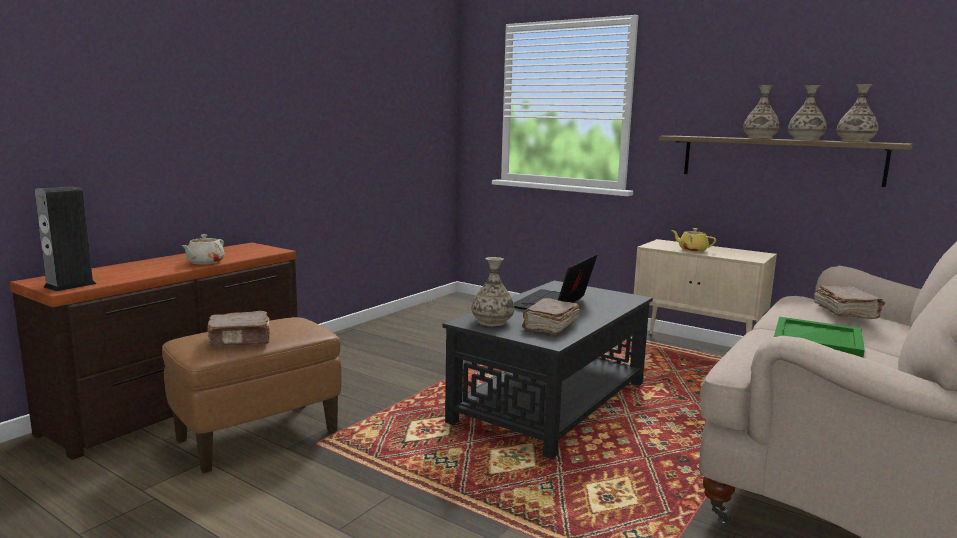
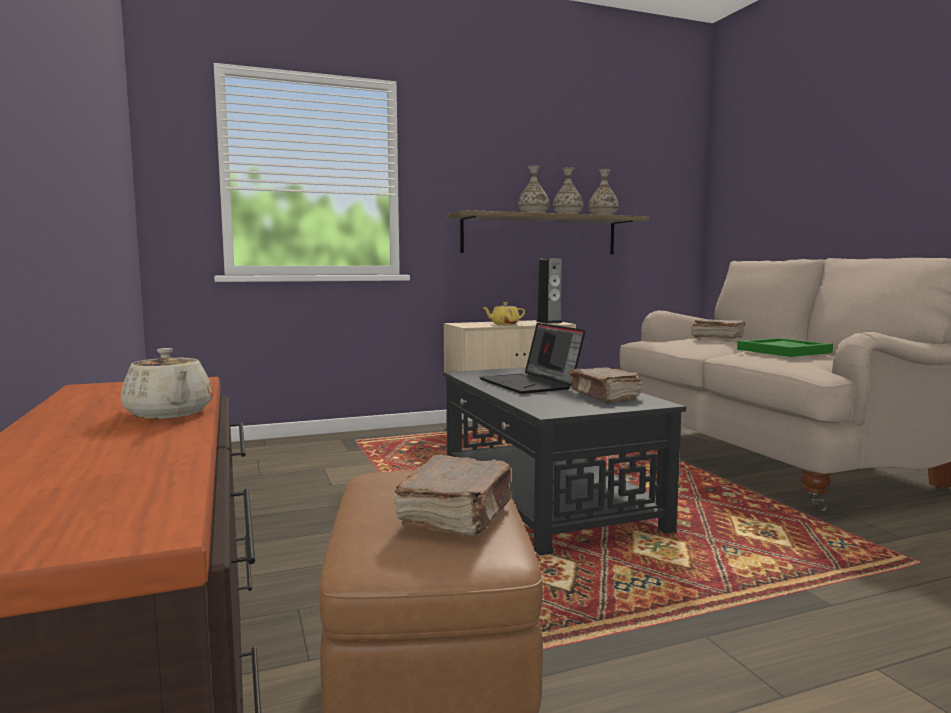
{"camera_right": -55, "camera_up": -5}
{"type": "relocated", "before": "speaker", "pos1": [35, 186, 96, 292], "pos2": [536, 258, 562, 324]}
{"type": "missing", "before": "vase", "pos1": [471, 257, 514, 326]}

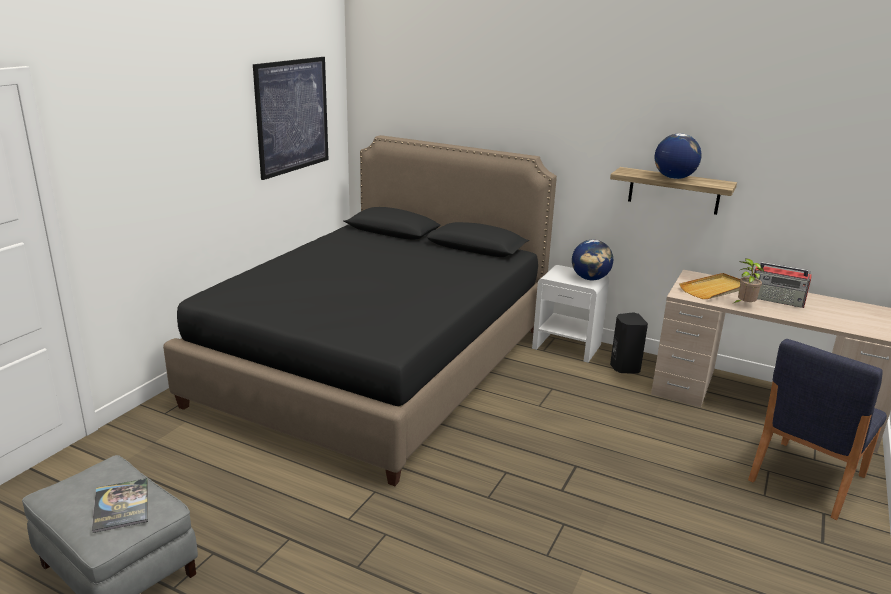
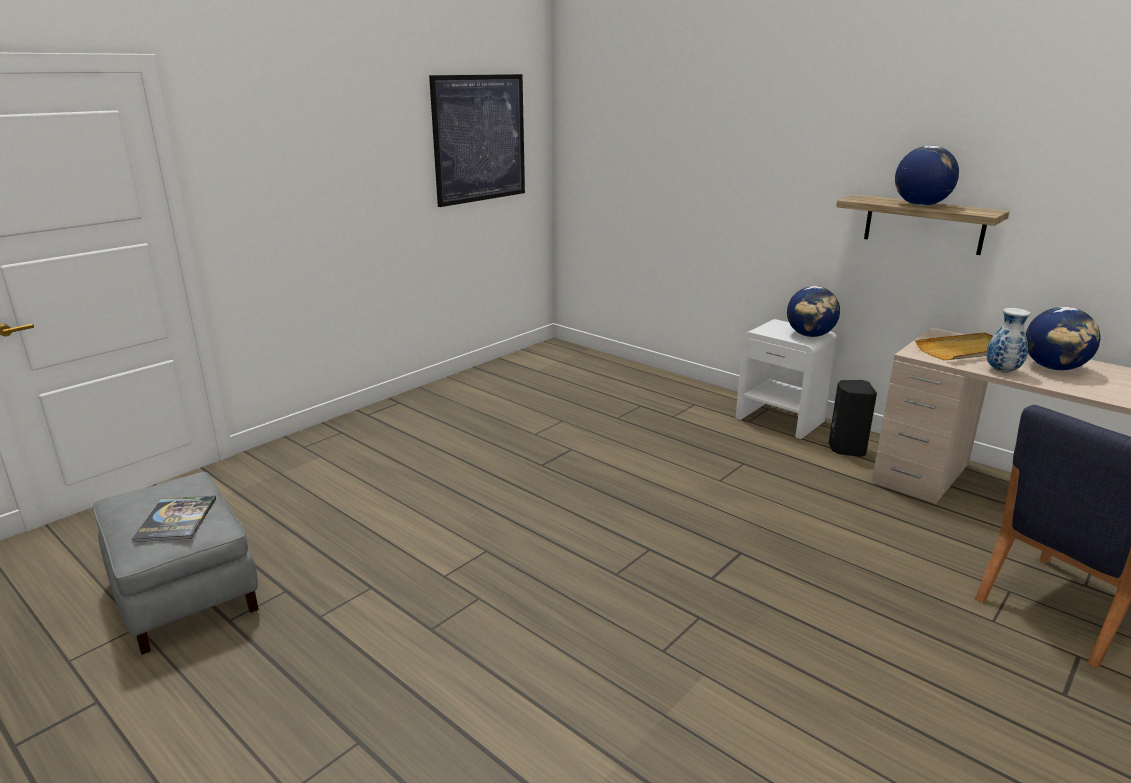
{"camera_right": 15, "camera_up": 0}
{"type": "missing", "before": "bed in black", "pos1": [163, 135, 557, 486]}
{"type": "exchanged", "before": "potted plant", "after": "vase", "pos1": [734, 259, 764, 303], "pos2": [986, 308, 1030, 373]}
{"type": "exchanged", "before": "radio", "after": "globe", "pos1": [753, 262, 812, 308], "pos2": [1026, 307, 1101, 371]}

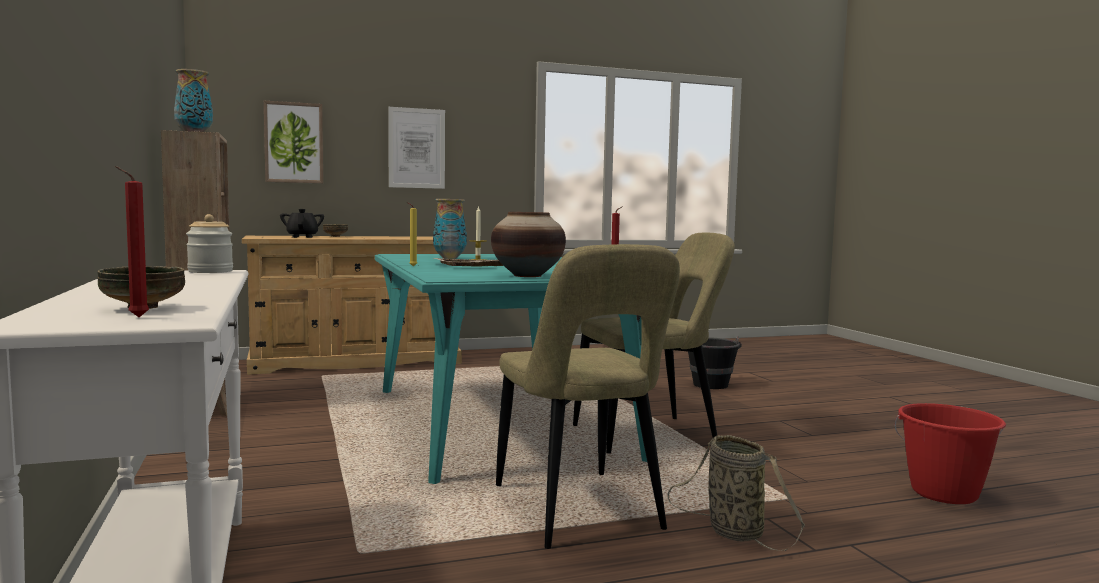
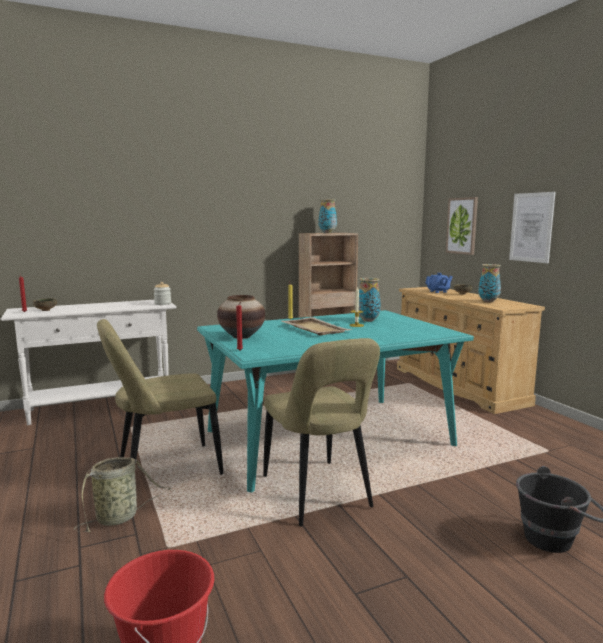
{"camera_right": 85, "camera_up": 5}
{"type": "colour", "before": "teapot in black", "after": "teapot in blue", "pos1": [280, 209, 324, 238], "pos2": [425, 273, 453, 293]}
{"type": "appeared", "after": "vase", "pos2": [478, 264, 501, 302]}

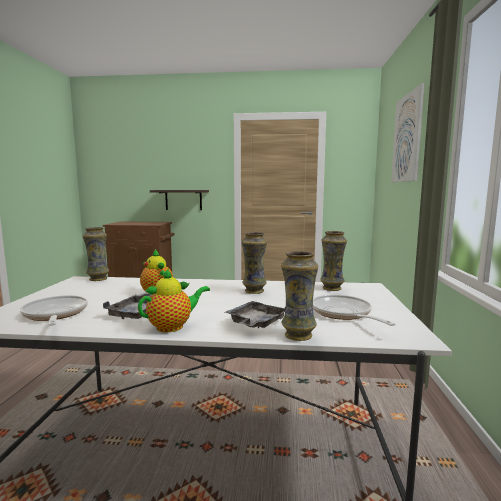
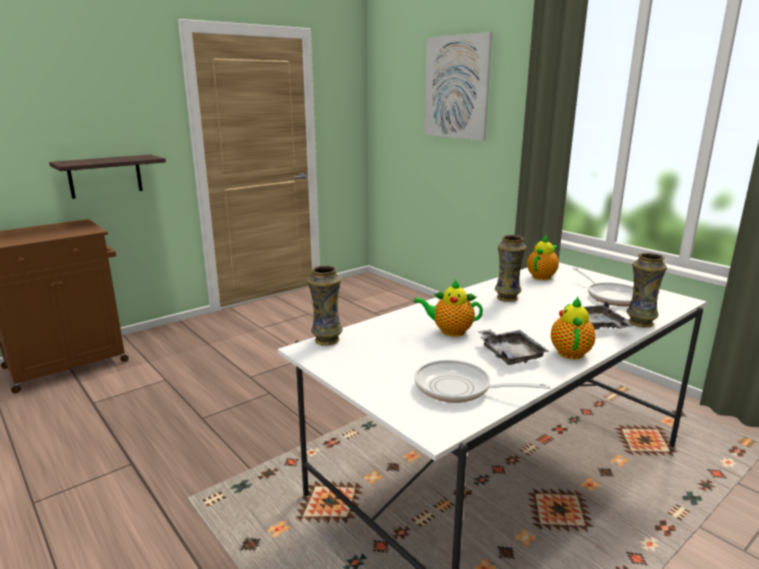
{"camera_right": -45, "camera_up": 10}
{"type": "spun", "before": "frying pan", "pos1": [313, 295, 396, 326], "pos2": [572, 267, 633, 306], "turn": -135}
{"type": "exchanged", "before": "vase", "after": "teapot", "pos1": [320, 231, 347, 291], "pos2": [527, 236, 559, 280]}

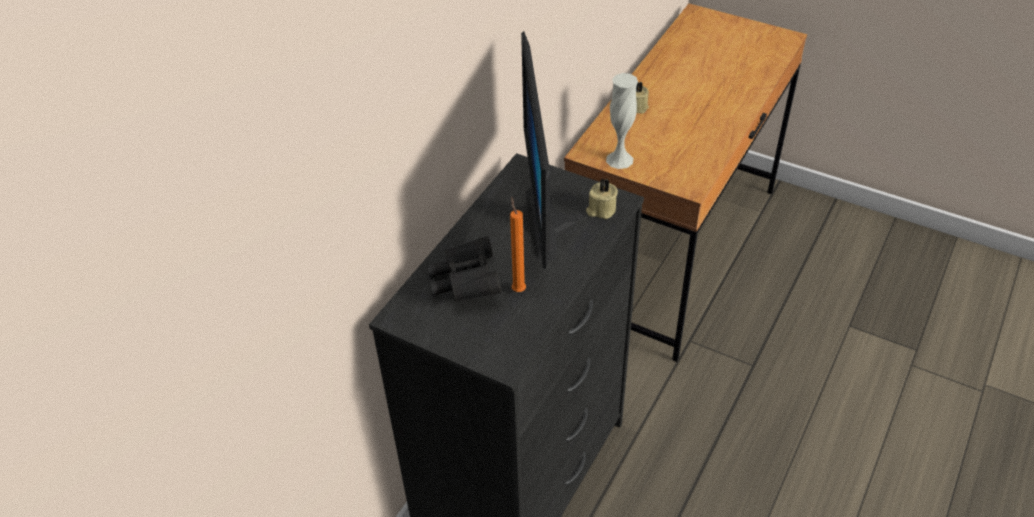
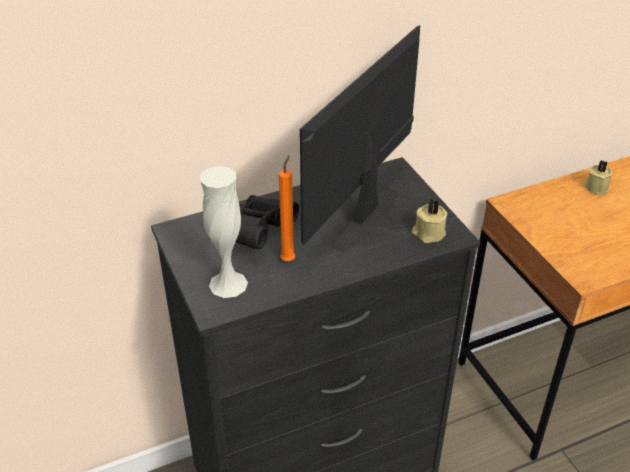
{"camera_right": 35, "camera_up": -5}
{"type": "relocated", "before": "vase in white", "pos1": [606, 73, 638, 169], "pos2": [200, 166, 248, 298]}

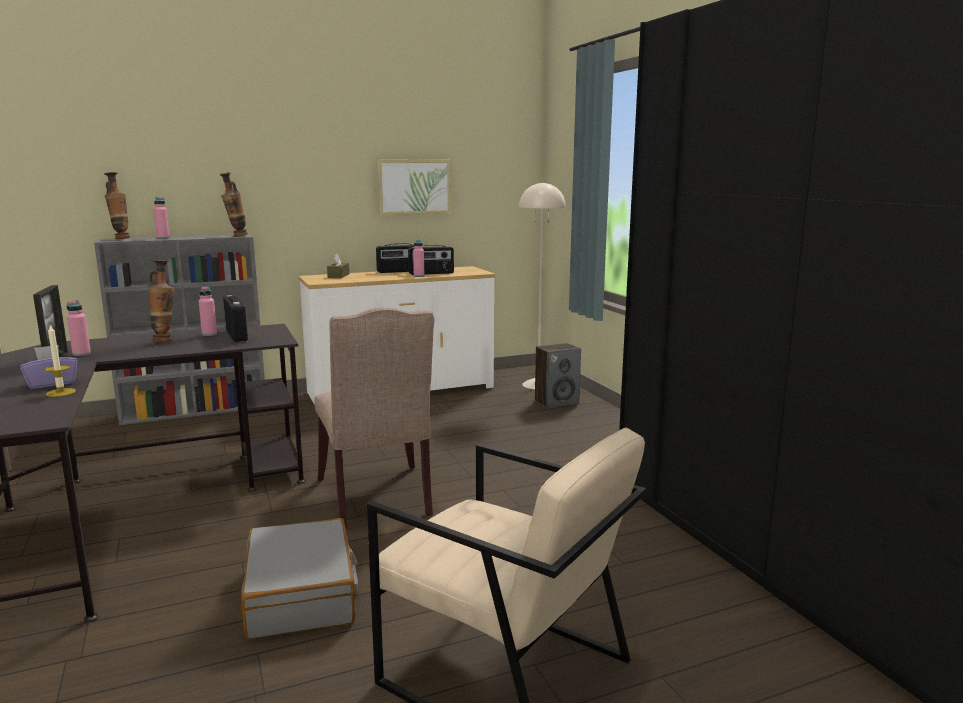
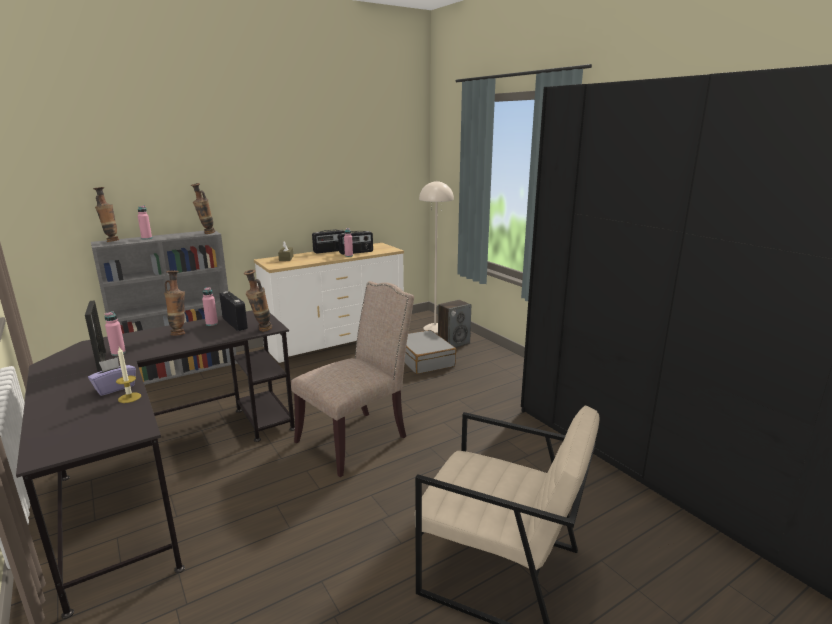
{"camera_right": -10, "camera_up": 5}
{"type": "relocated", "before": "suitcase in grey", "pos1": [241, 518, 358, 639], "pos2": [405, 330, 456, 374]}
{"type": "spun", "before": "chair in beige", "pos1": [315, 307, 435, 529], "pos2": [291, 281, 414, 477], "turn": -105}
{"type": "missing", "before": "picture", "pos1": [377, 159, 451, 215]}
{"type": "appeared", "after": "vase", "pos2": [244, 269, 272, 332]}

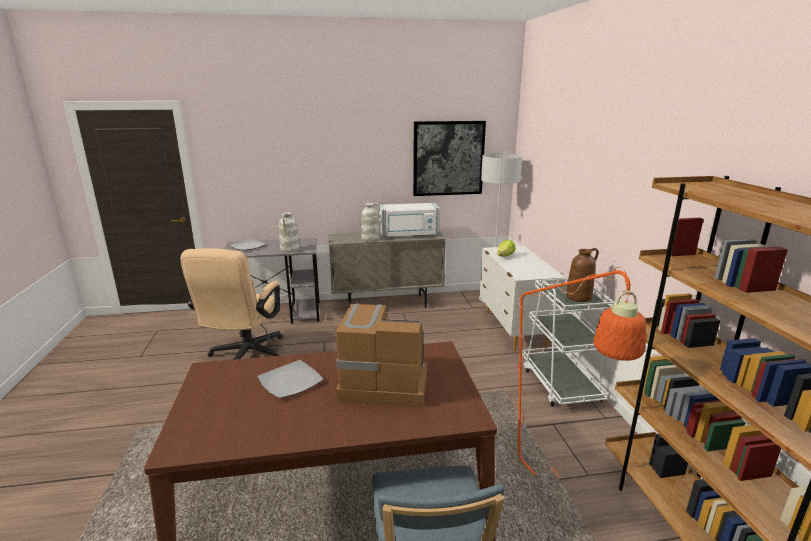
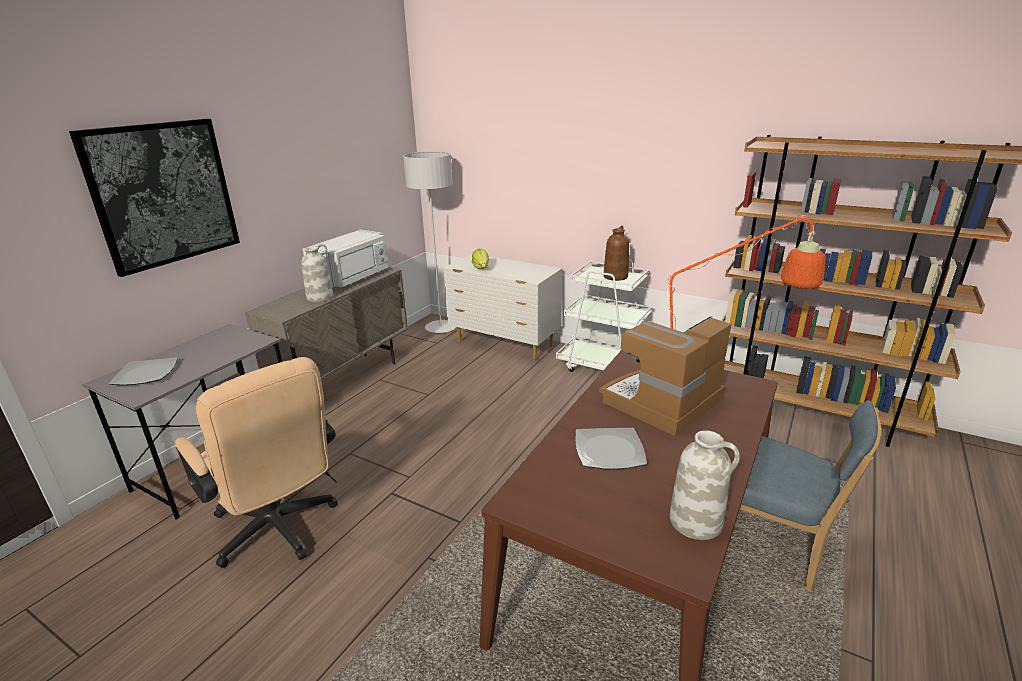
{"camera_right": -50, "camera_up": 5}
{"type": "relocated", "before": "vase in white", "pos1": [279, 212, 300, 253], "pos2": [669, 430, 740, 540]}
{"type": "relocated", "before": "picture", "pos1": [413, 121, 486, 196], "pos2": [69, 119, 240, 277]}

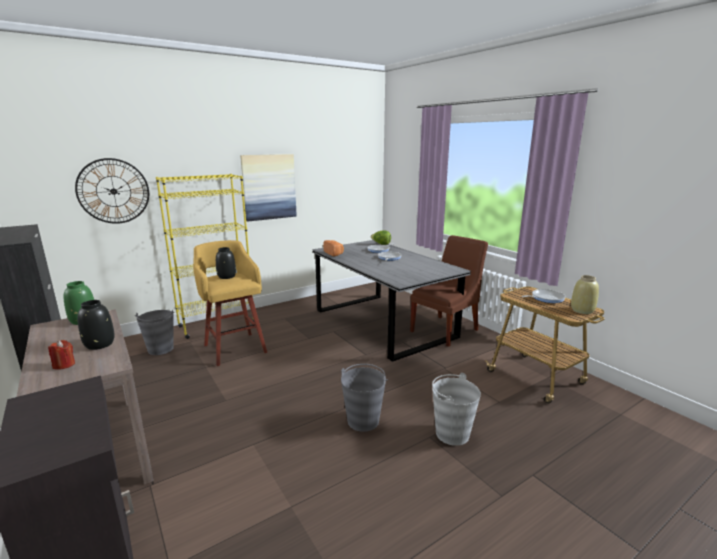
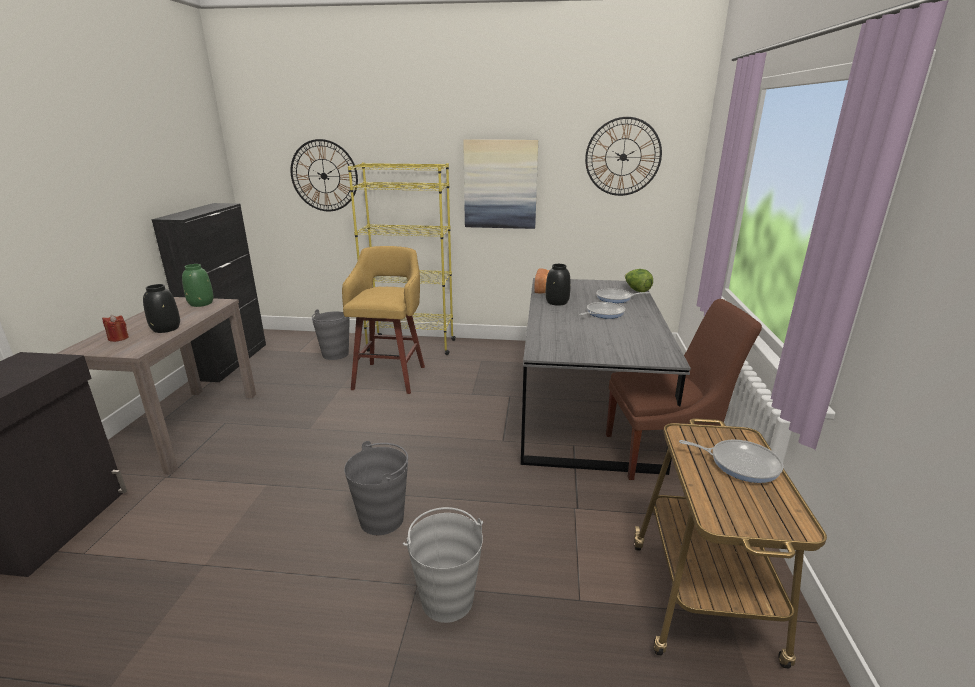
{"camera_right": 40, "camera_up": 5}
{"type": "relocated", "before": "vase in black", "pos1": [216, 247, 236, 279], "pos2": [546, 264, 571, 306]}
{"type": "missing", "before": "vase in beige", "pos1": [571, 275, 599, 314]}
{"type": "appeared", "after": "wall clock", "pos2": [585, 117, 662, 196]}

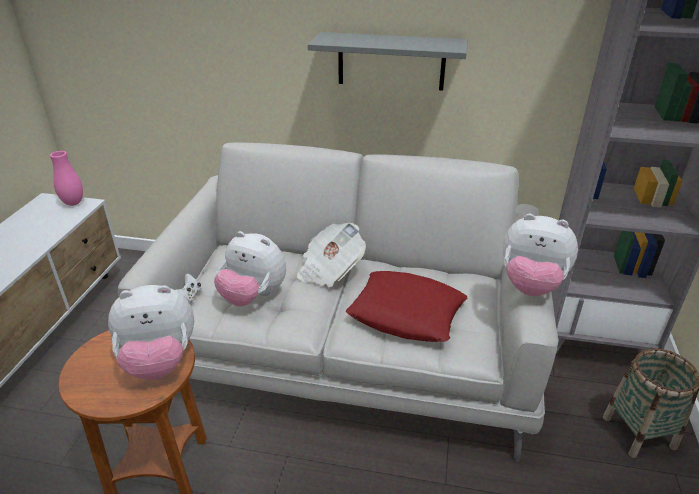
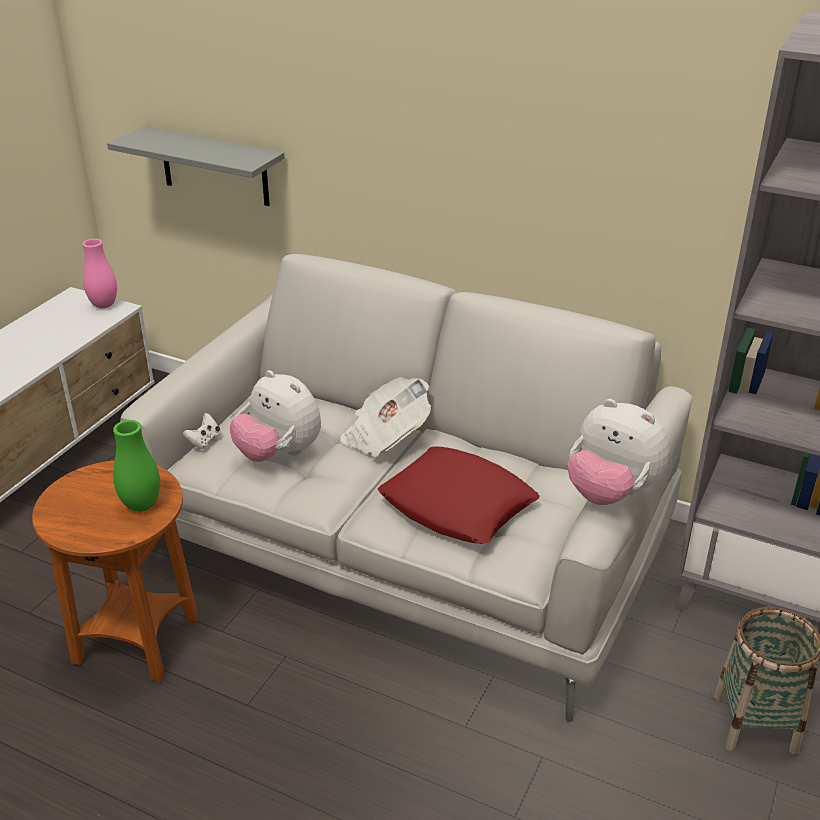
{"camera_right": 15, "camera_up": 0}
{"type": "exchanged", "before": "plush toy", "after": "vase in green", "pos1": [108, 285, 194, 380], "pos2": [113, 420, 160, 512]}
{"type": "relocated", "before": "shelf in grey", "pos1": [308, 32, 468, 91], "pos2": [107, 126, 285, 206]}

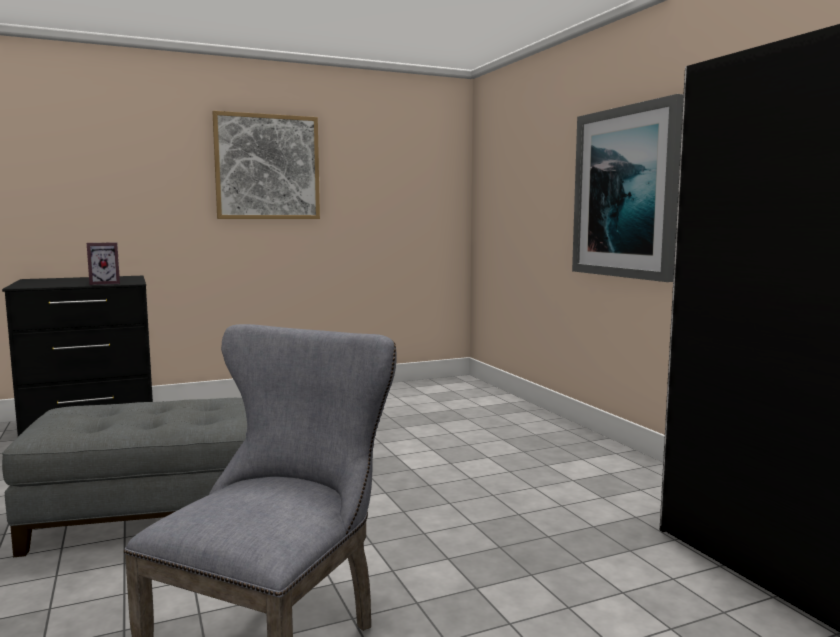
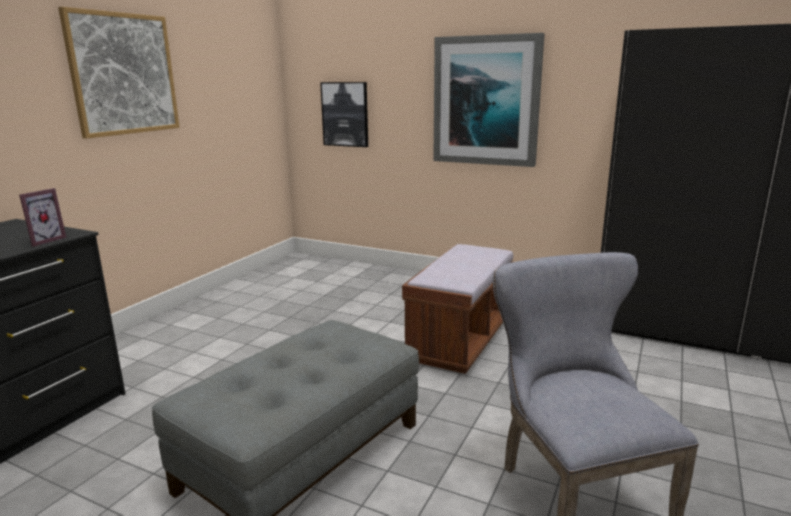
{"camera_right": -40, "camera_up": 10}
{"type": "appeared", "after": "picture", "pos2": [320, 82, 368, 147]}
{"type": "appeared", "after": "bench in brown", "pos2": [402, 244, 513, 374]}

